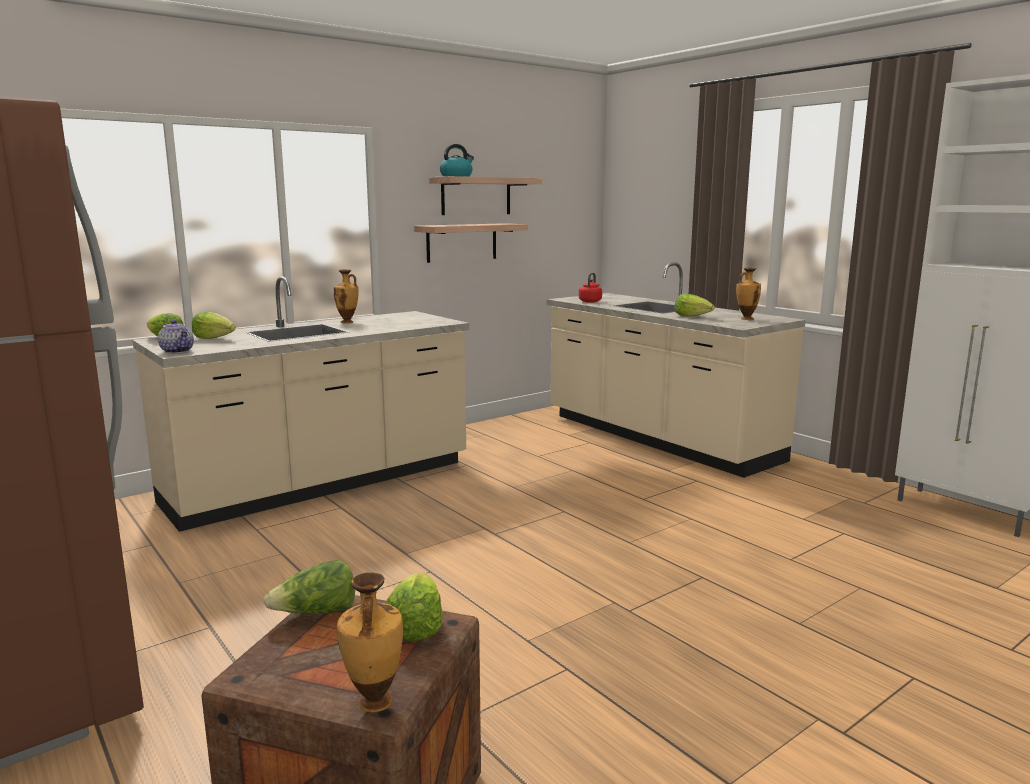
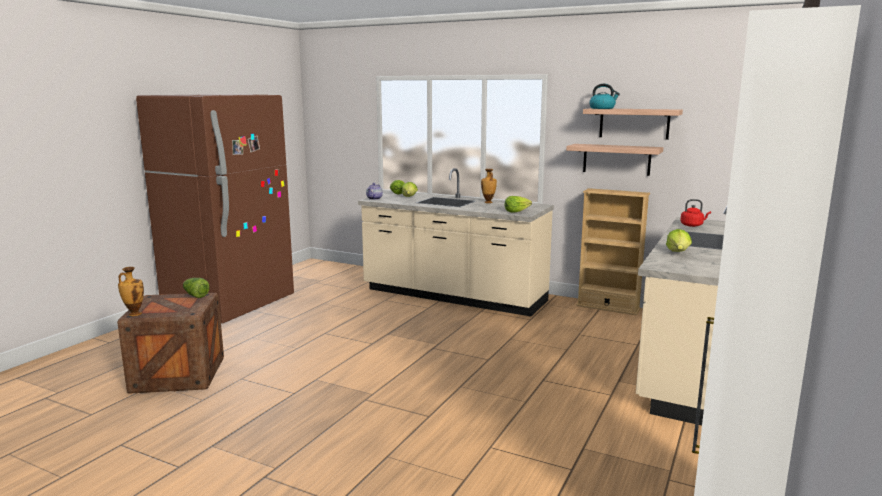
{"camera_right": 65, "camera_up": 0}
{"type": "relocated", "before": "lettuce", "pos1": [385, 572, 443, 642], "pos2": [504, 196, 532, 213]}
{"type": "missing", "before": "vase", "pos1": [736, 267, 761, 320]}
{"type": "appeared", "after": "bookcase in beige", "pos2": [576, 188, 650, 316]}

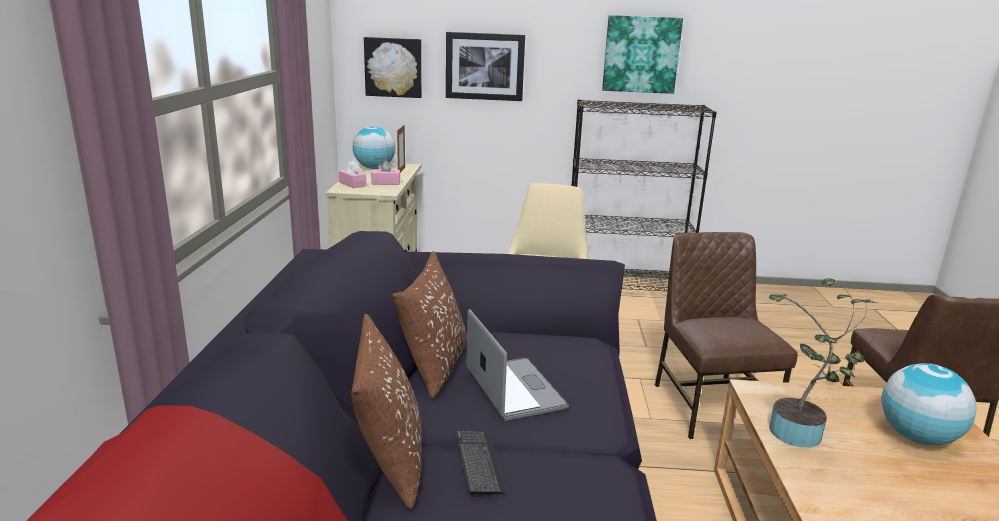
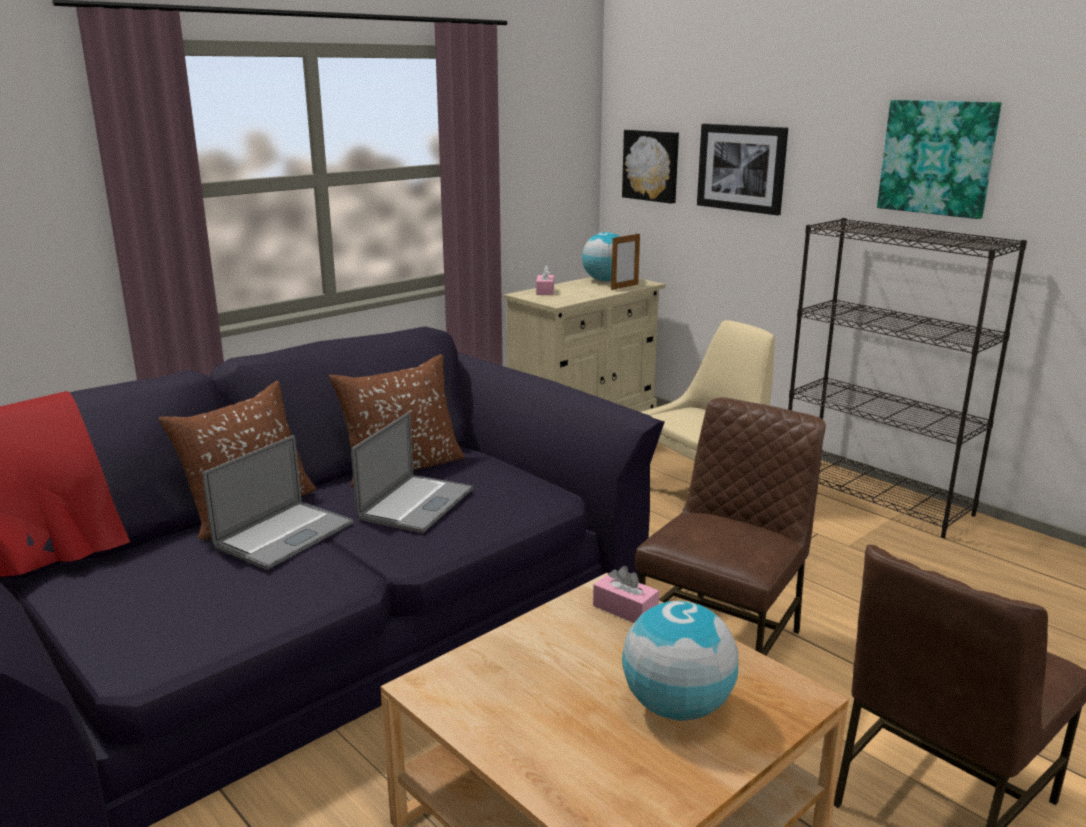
{"camera_right": 45, "camera_up": 0}
{"type": "relocated", "before": "tissue box in pink", "pos1": [371, 160, 400, 185], "pos2": [593, 566, 659, 623]}
{"type": "exchanged", "before": "keyboard", "after": "laptop", "pos1": [455, 430, 506, 495], "pos2": [202, 435, 353, 569]}
{"type": "missing", "before": "potted plant", "pos1": [769, 278, 878, 447]}

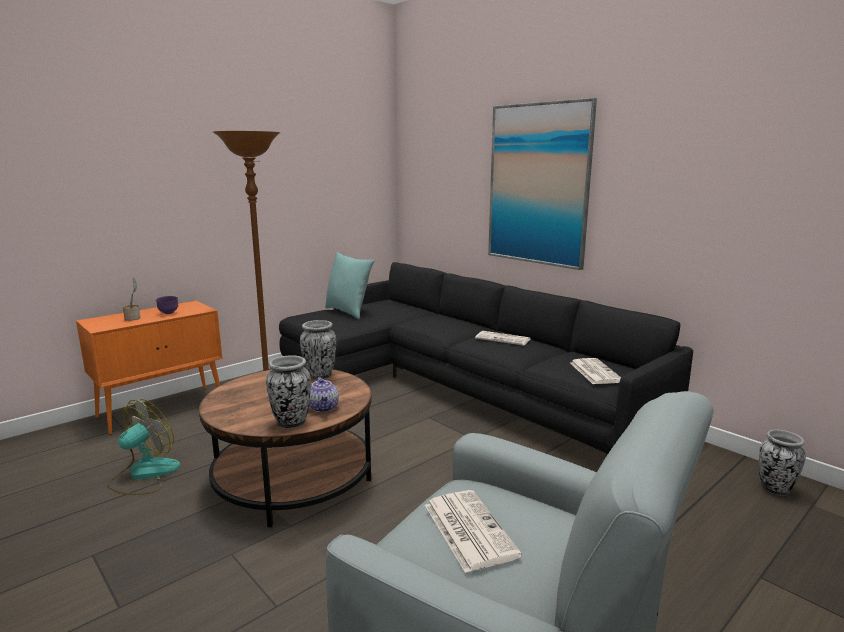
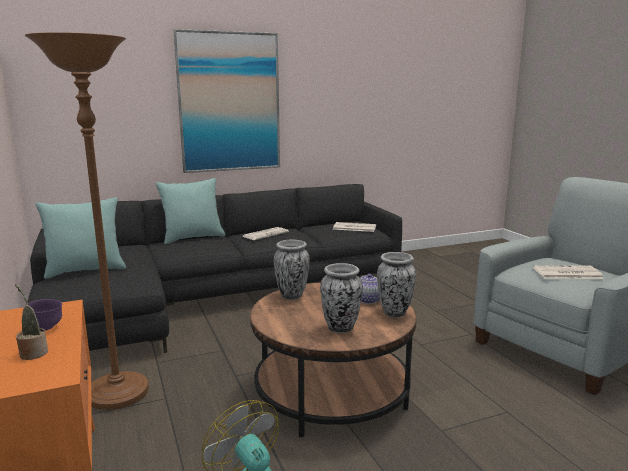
{"camera_right": -70, "camera_up": 0}
{"type": "relocated", "before": "vase", "pos1": [759, 429, 806, 496], "pos2": [321, 263, 363, 333]}
{"type": "appeared", "after": "pillow in turquoise", "pos2": [155, 178, 226, 245]}

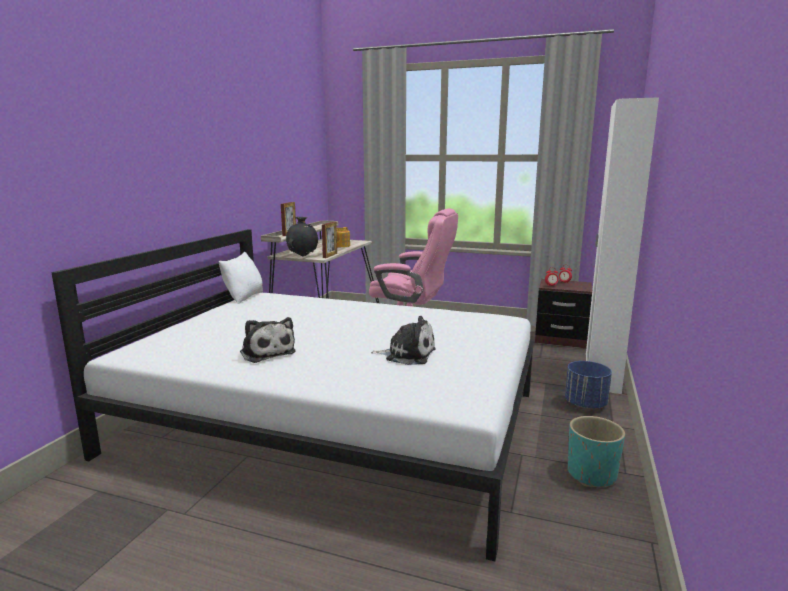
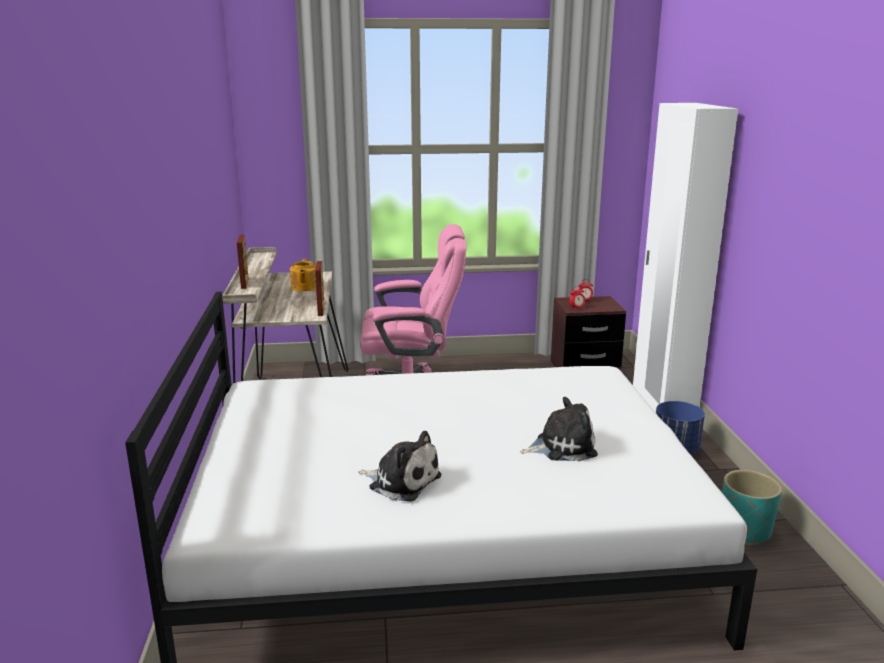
{"camera_right": -25, "camera_up": 5}
{"type": "missing", "before": "pillow in white", "pos1": [219, 252, 263, 304]}
{"type": "missing", "before": "vase in black", "pos1": [286, 217, 318, 257]}

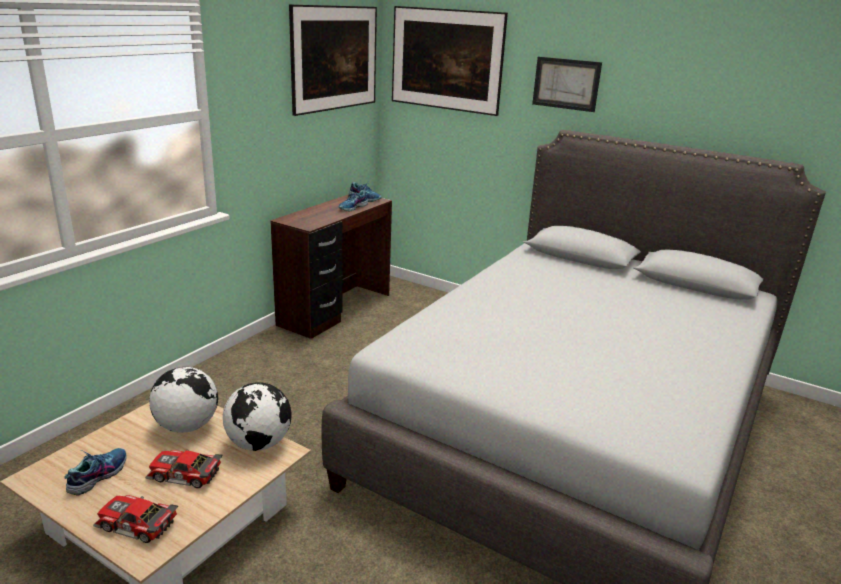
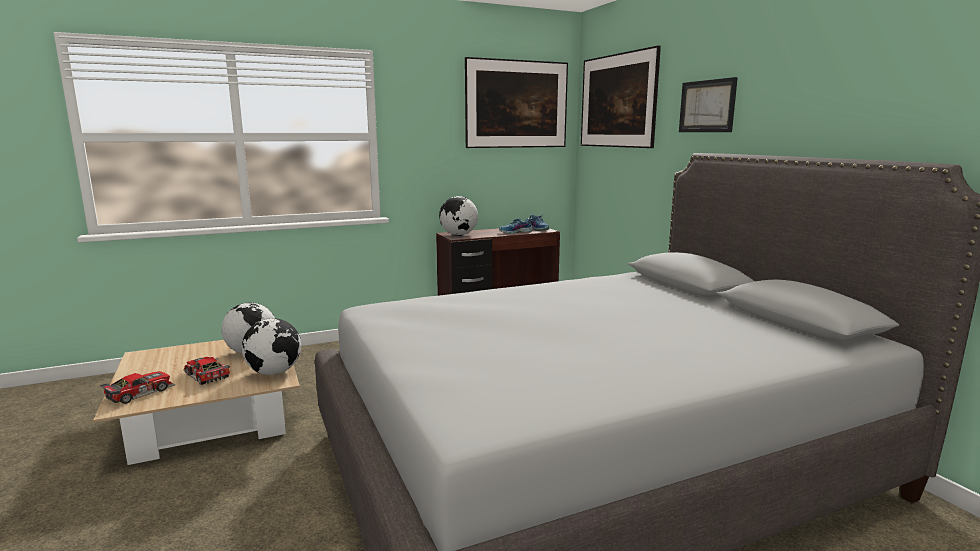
{"camera_right": 35, "camera_up": -10}
{"type": "missing", "before": "shoe", "pos1": [64, 448, 126, 496]}
{"type": "spun", "before": "toy car", "pos1": [93, 495, 178, 543], "pos2": [100, 371, 175, 404], "turn": 75}
{"type": "appeared", "after": "globe", "pos2": [439, 196, 478, 236]}

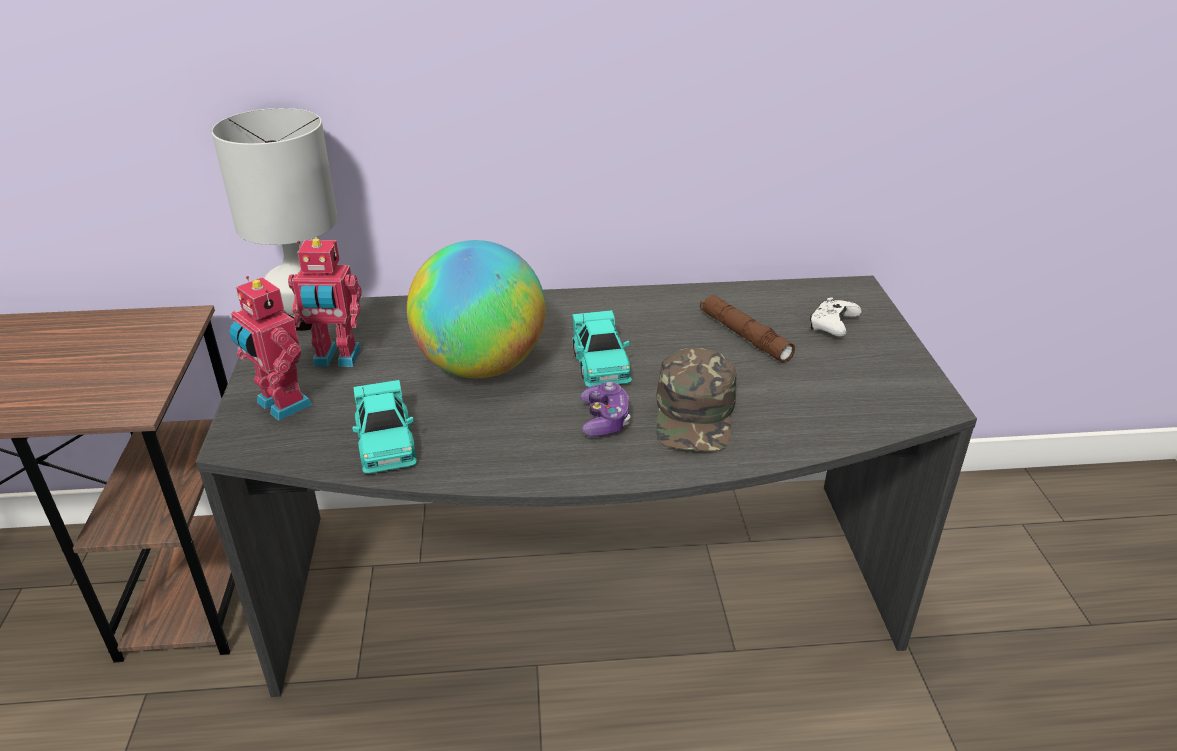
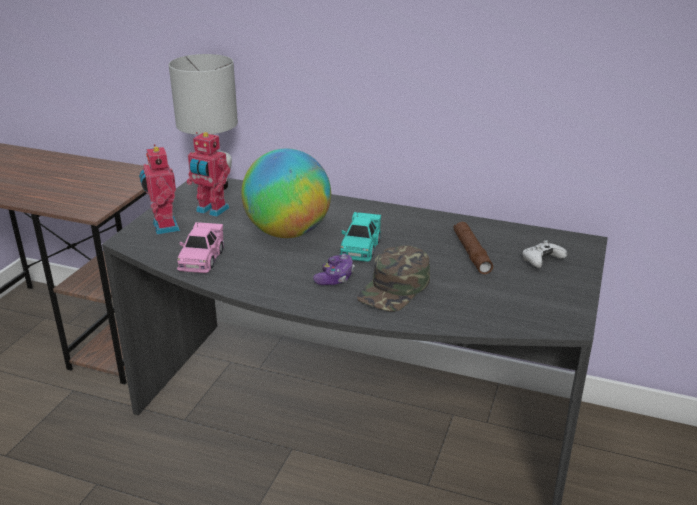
{"camera_right": 25, "camera_up": -5}
{"type": "colour", "before": "toy car in turquoise", "after": "toy car in pink", "pos1": [352, 380, 417, 474], "pos2": [177, 222, 224, 273]}

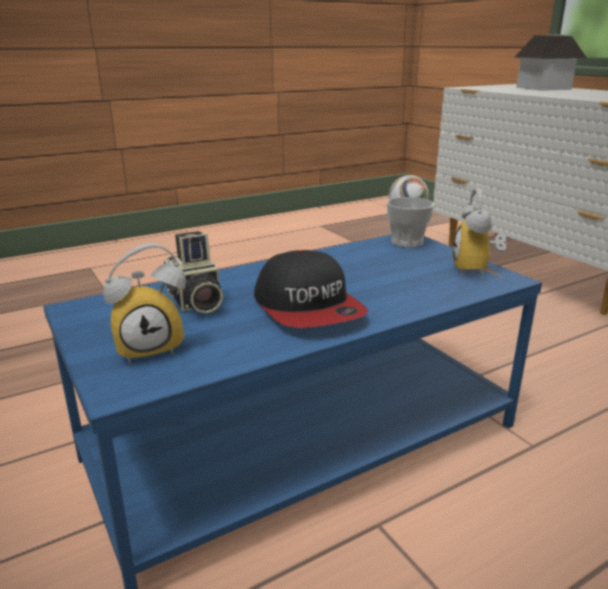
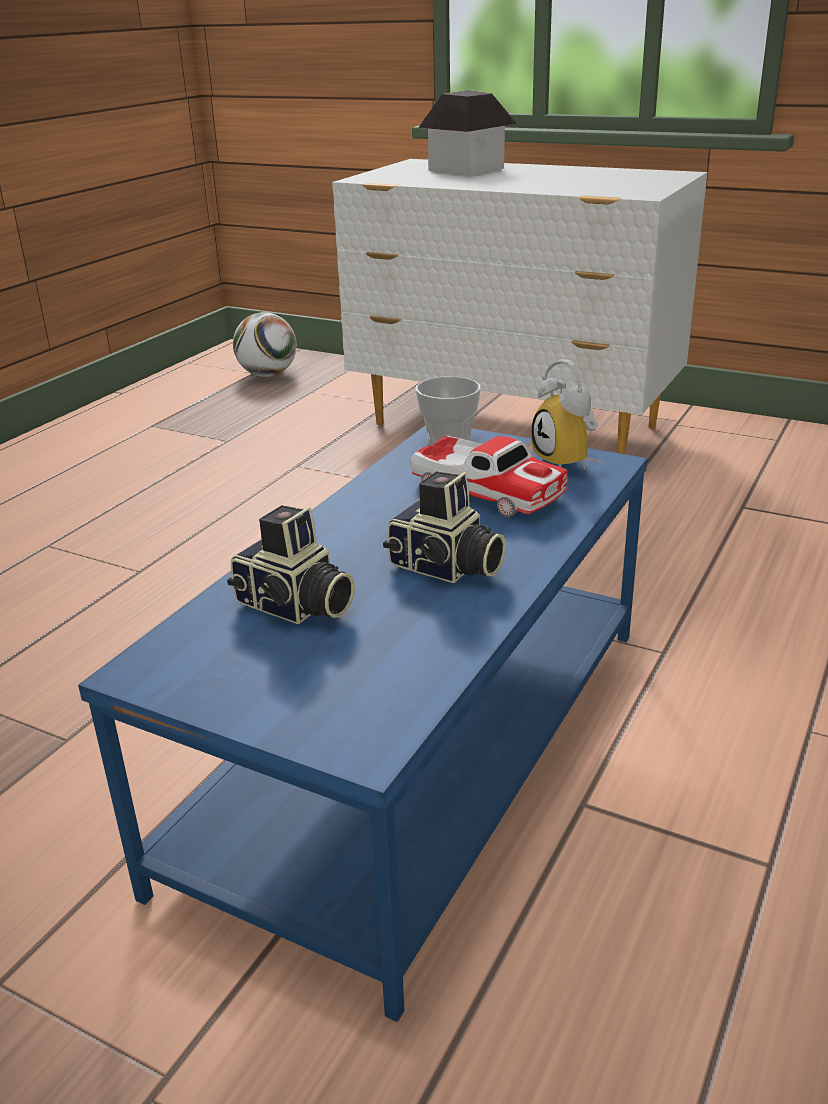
{"camera_right": -30, "camera_up": 5}
{"type": "missing", "before": "alarm clock", "pos1": [103, 243, 186, 364]}
{"type": "exchanged", "before": "cap", "after": "photo camera", "pos1": [254, 250, 368, 328], "pos2": [383, 471, 506, 583]}
{"type": "appeared", "after": "toy car", "pos2": [410, 435, 568, 517]}

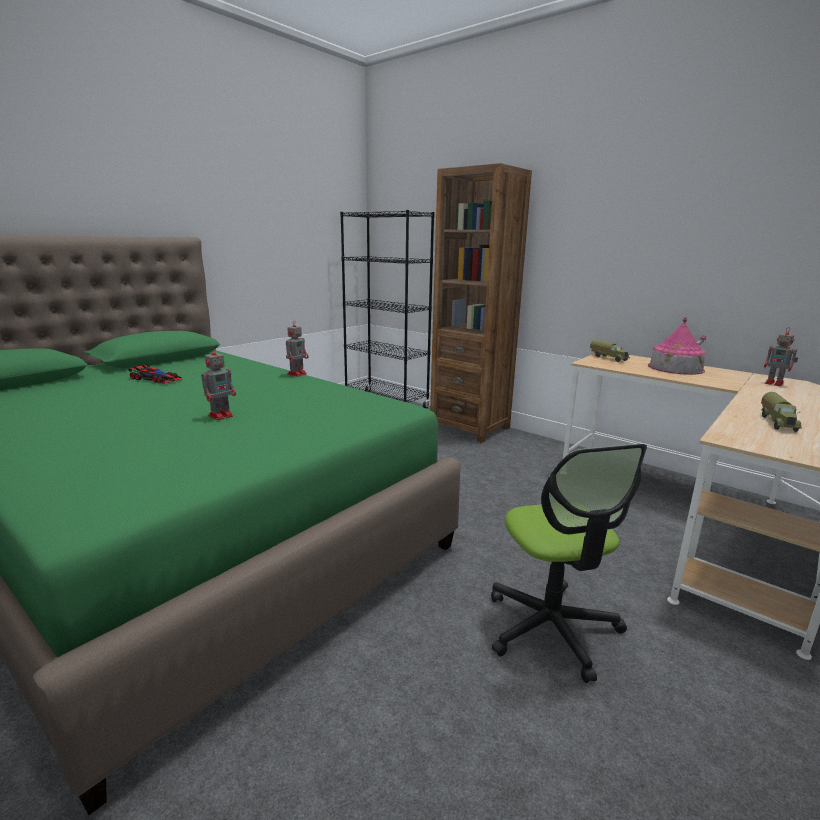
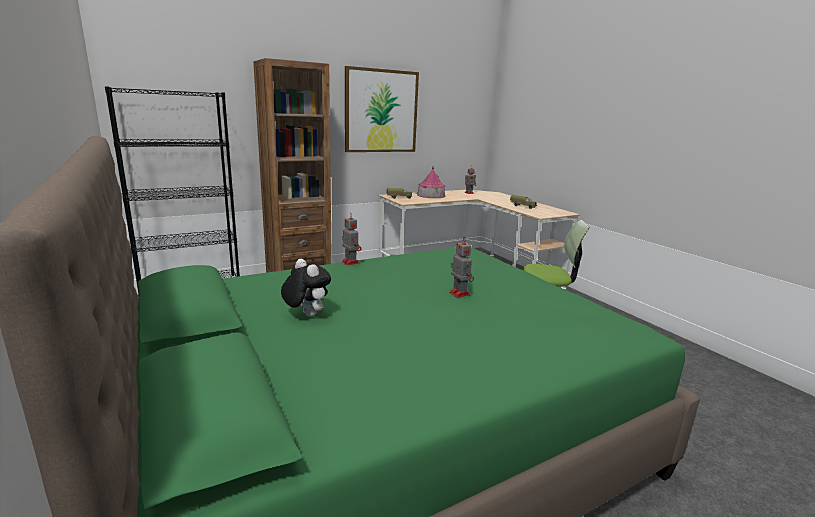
{"camera_right": -70, "camera_up": 0}
{"type": "exchanged", "before": "toy car", "after": "plush toy", "pos1": [128, 365, 182, 384], "pos2": [281, 259, 331, 317]}
{"type": "appeared", "after": "picture", "pos2": [345, 66, 419, 152]}

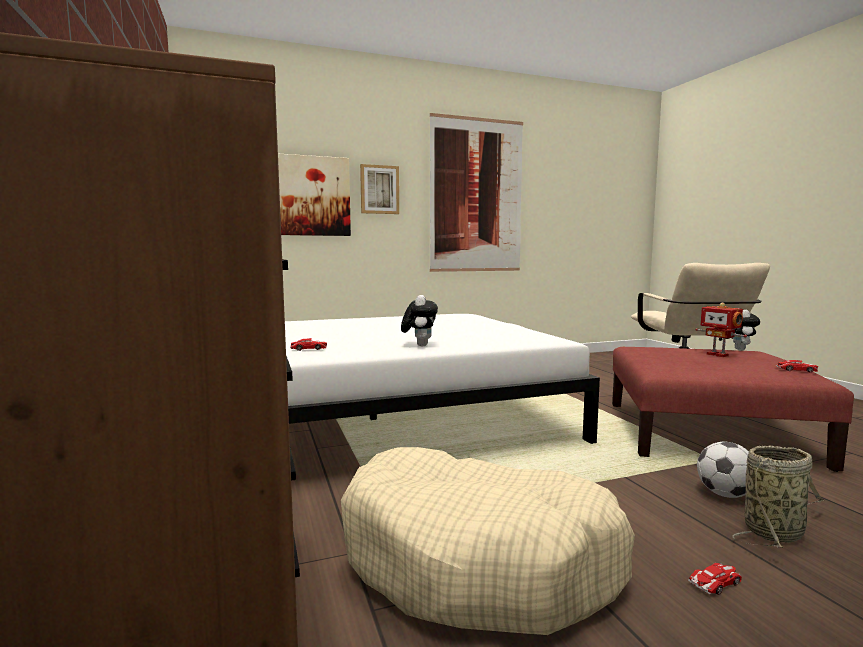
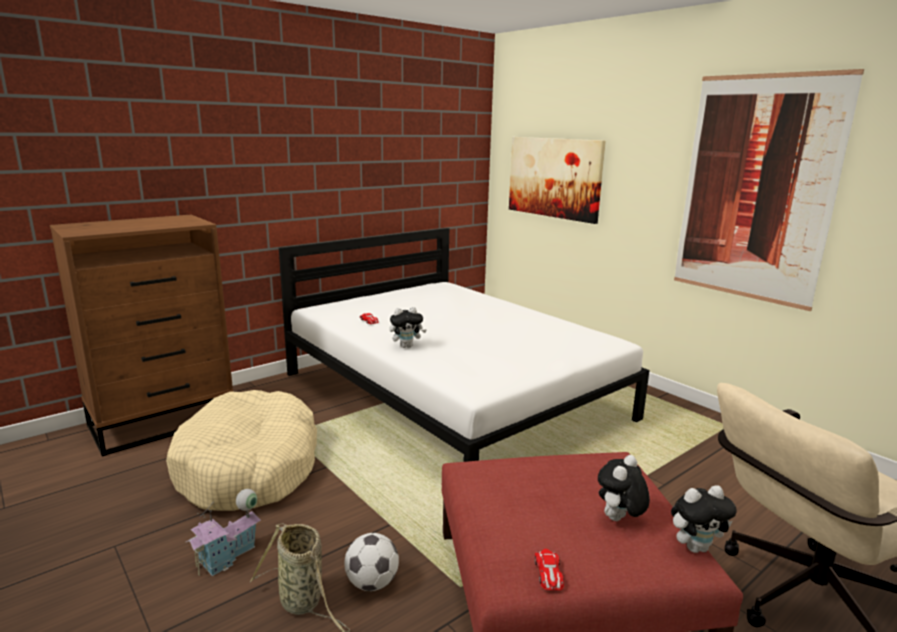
{"camera_right": 70, "camera_up": 10}
{"type": "missing", "before": "picture", "pos1": [360, 164, 399, 214]}
{"type": "exchanged", "before": "toy car", "after": "toy house", "pos1": [688, 563, 742, 595], "pos2": [186, 489, 261, 576]}
{"type": "exchanged", "before": "toy robot", "after": "plush toy", "pos1": [696, 303, 747, 357], "pos2": [598, 455, 650, 521]}

